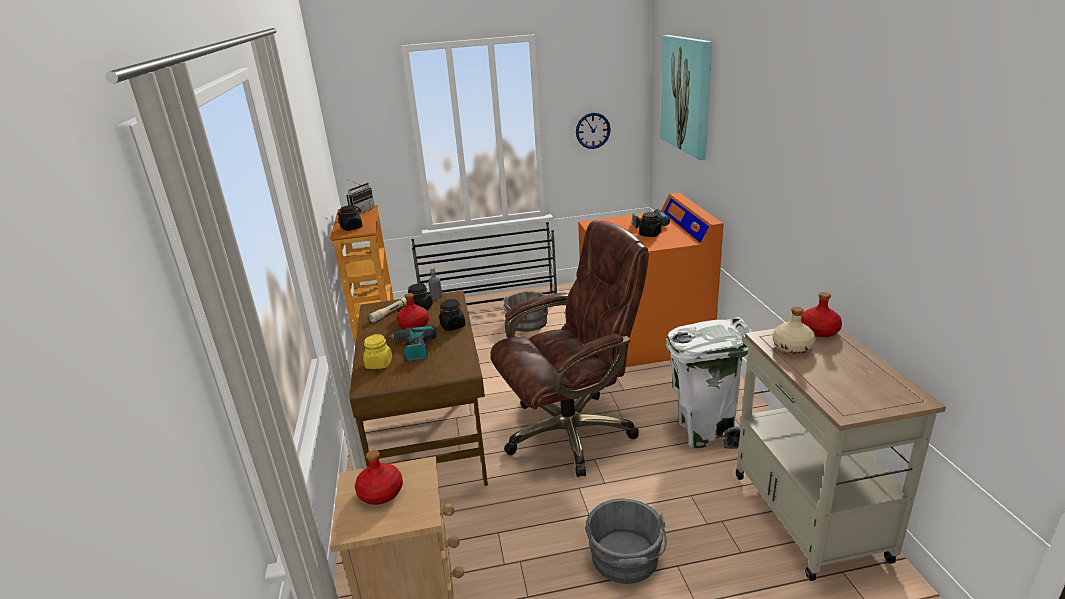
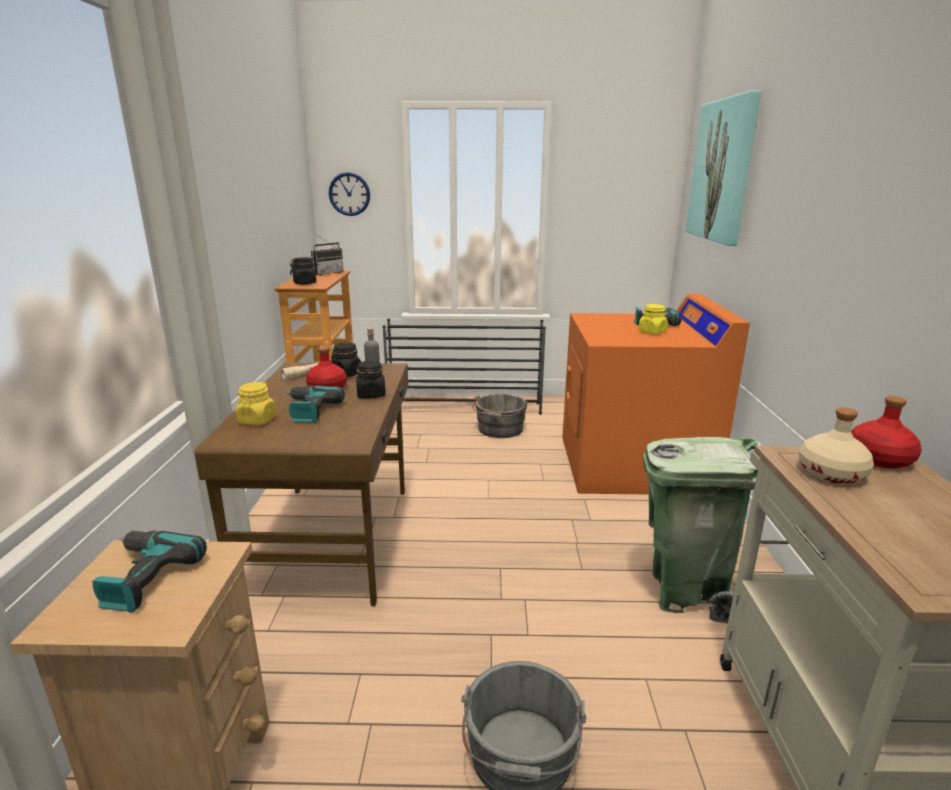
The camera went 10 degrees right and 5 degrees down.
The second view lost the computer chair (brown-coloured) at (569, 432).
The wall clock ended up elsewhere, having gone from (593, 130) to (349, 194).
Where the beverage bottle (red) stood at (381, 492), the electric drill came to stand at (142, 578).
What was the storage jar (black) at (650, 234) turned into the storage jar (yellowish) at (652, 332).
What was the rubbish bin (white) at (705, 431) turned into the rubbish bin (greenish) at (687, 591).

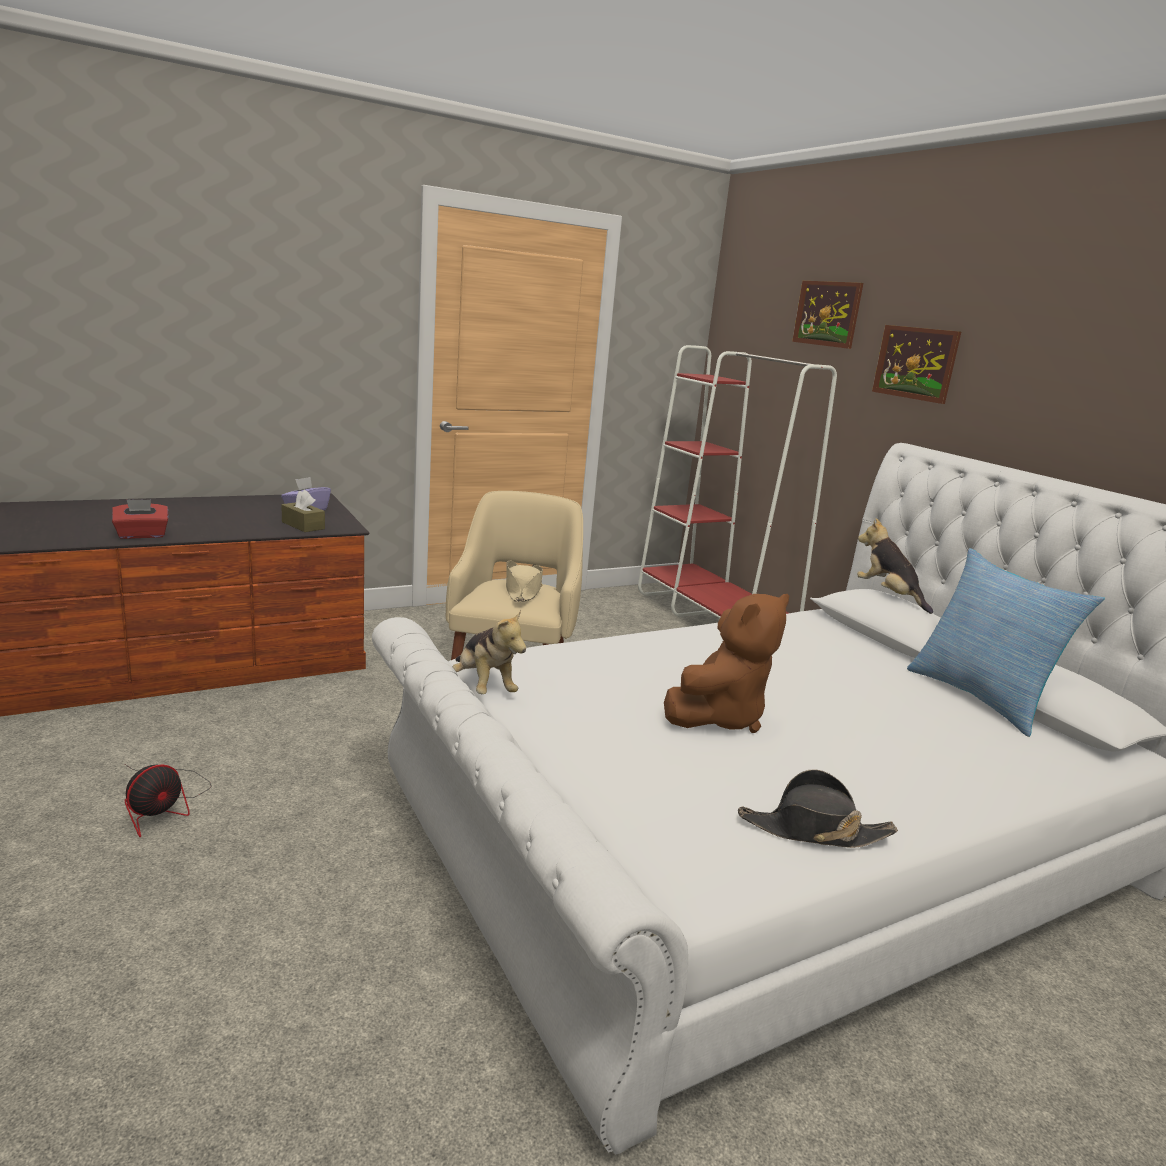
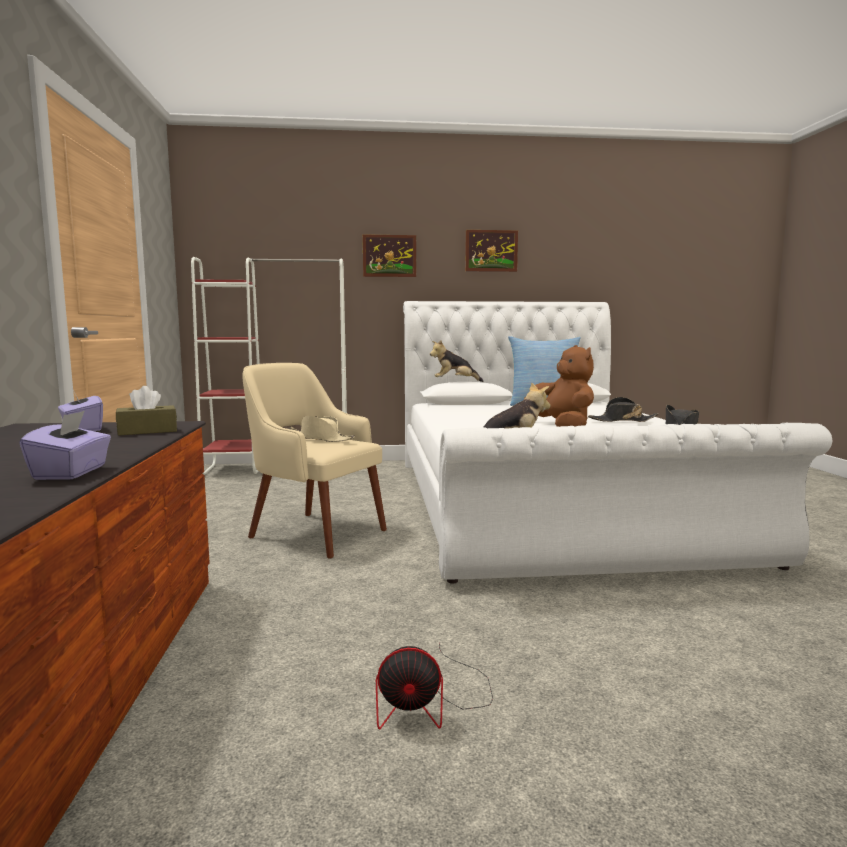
The camera went 65 degrees left and 10 degrees down.
The second view gained the wearable hat (black) at (622, 421).
The wall art ended up elsewhere, having gone from (827, 313) to (491, 251).
What was the tissue box (red) at (142, 535) turned into the tissue box (purple) at (71, 472).
The cooling fan at (164, 805) ended up facing another way, 120 degrees clockwise from before.

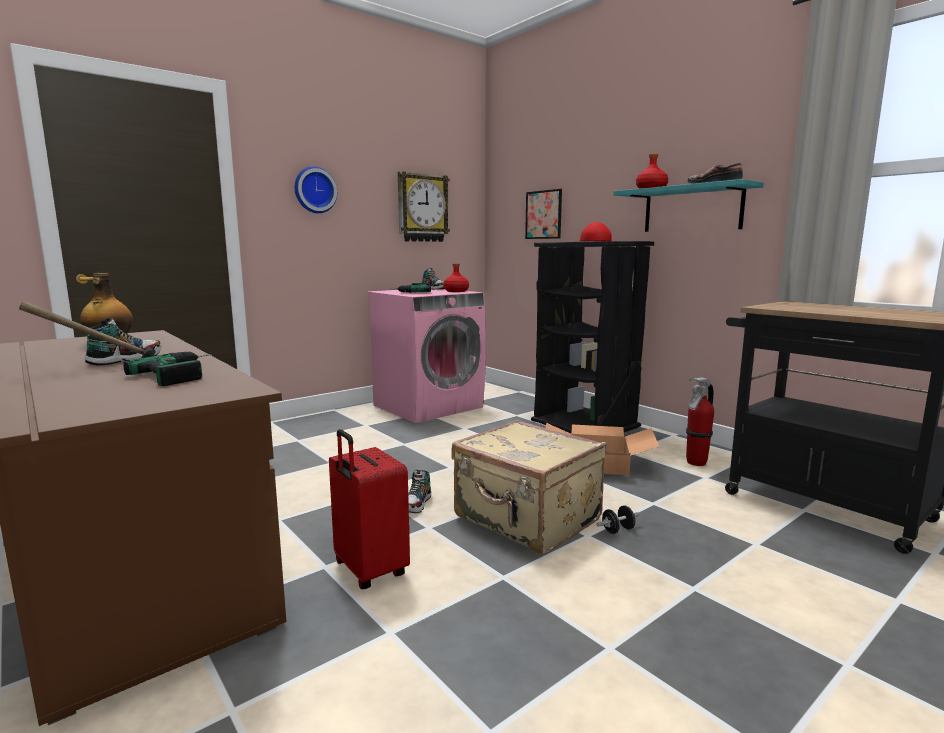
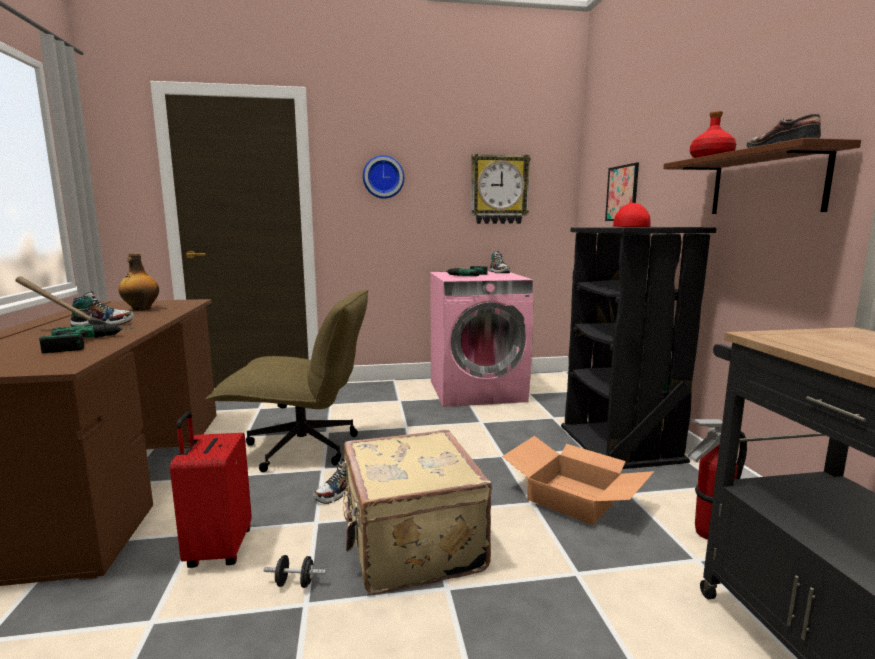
The camera went 30 degrees right and 0 degrees up.
The second view lost the beverage bottle (red) at (456, 291).
The second view gained the computer chair (beige-coloured) at (300, 447).
The dumbbell (black) ended up elsewhere, having gone from (617, 530) to (295, 583).
What was the wall shelf (turquoise) at (692, 209) turned into the wall shelf (brown-coloured) at (766, 183).

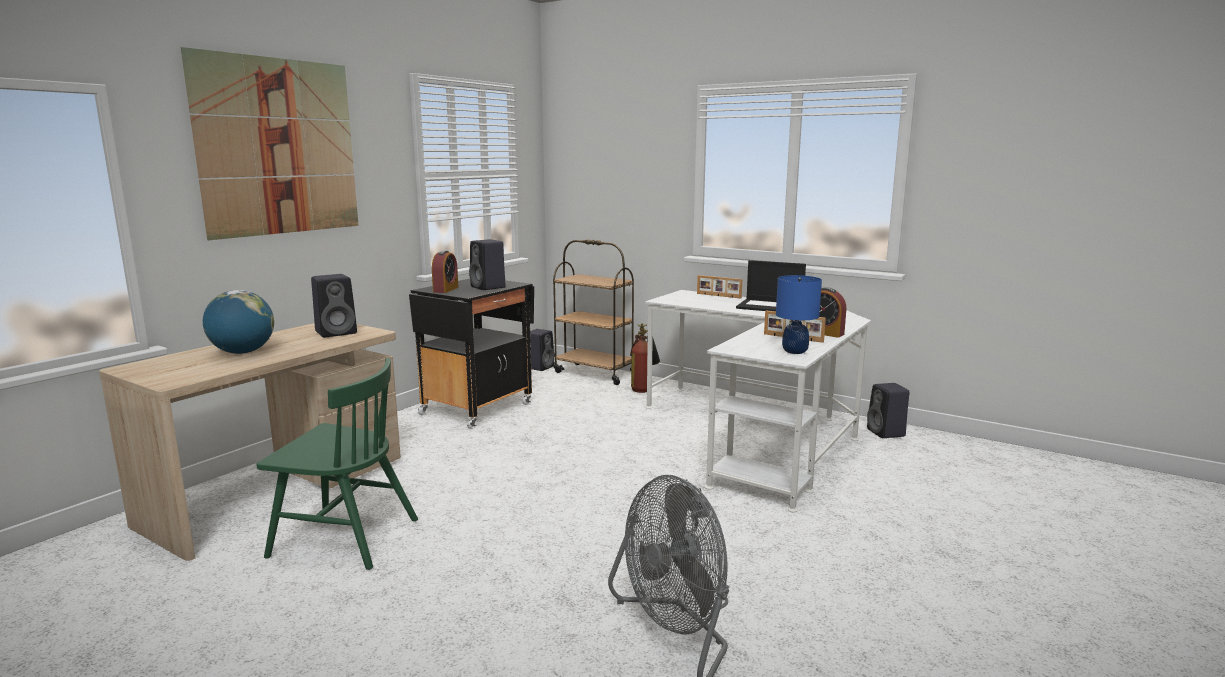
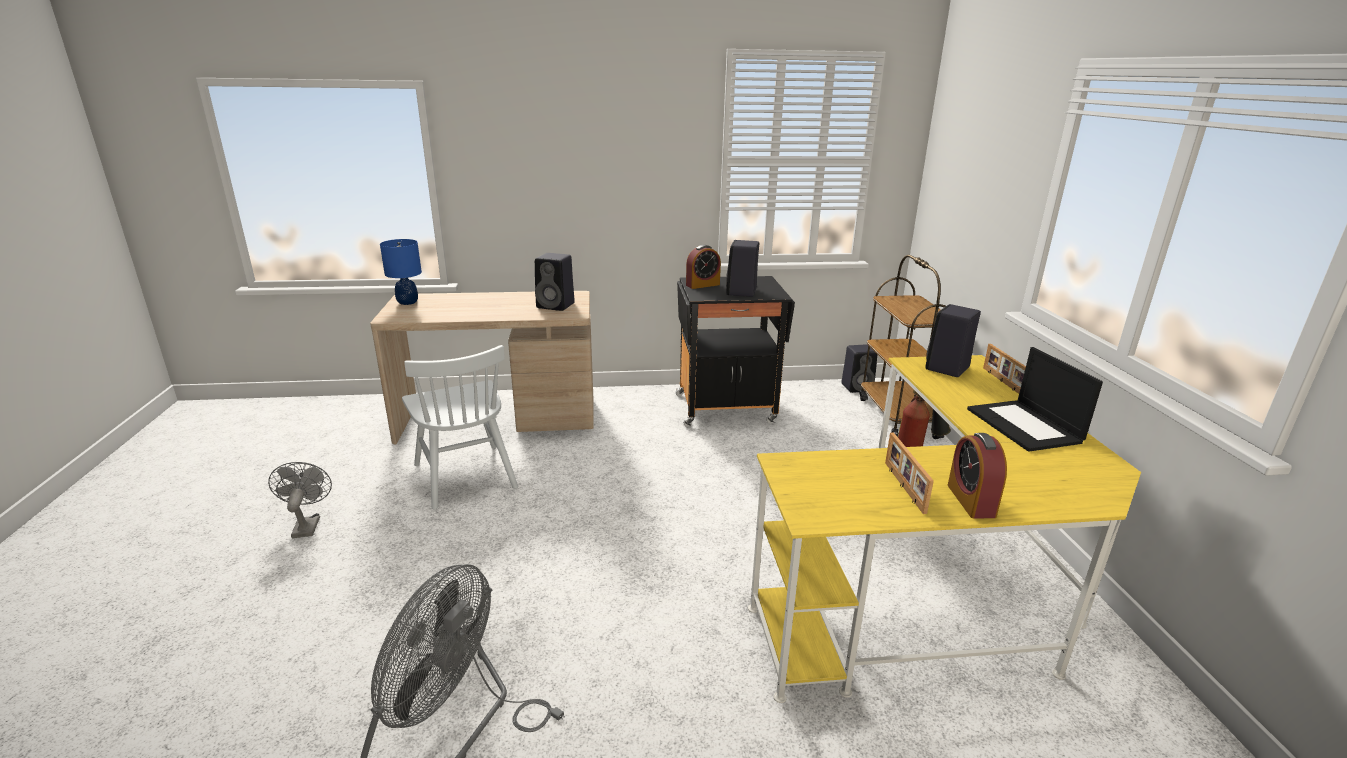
The camera went 50 degrees right and 10 degrees up.
The second view lost the wall art at (279, 147).
The second view lost the globe at (243, 352).
The second view gained the cooling fan (greyish) at (307, 524).
The tabletop lamp (bluish) ended up elsewhere, having gone from (794, 352) to (408, 302).
The speaker (black) ended up elsewhere, having gone from (886, 433) to (947, 369).
What was the chair (greenish) at (344, 537) turned into the chair (white) at (465, 475).
What was the desk table (white) at (759, 435) turned into the desk table (yellowish) at (932, 586).

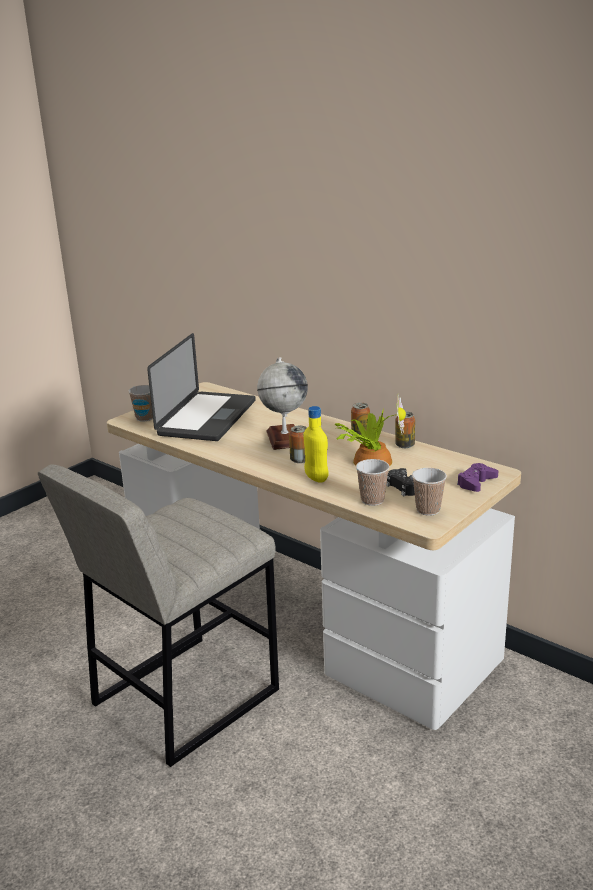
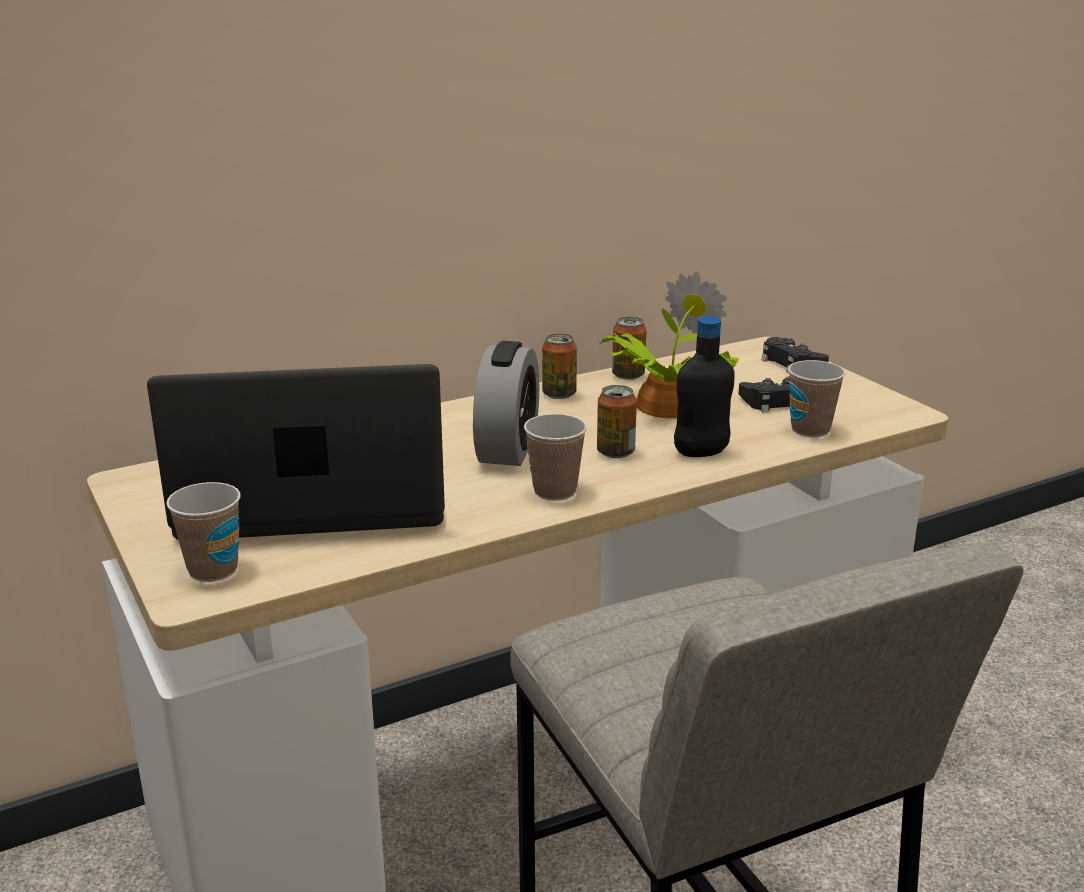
The camera went 70 degrees left and 0 degrees up.
The cup ended up elsewhere, having gone from (428, 510) to (555, 491).
Where the globe stood at (284, 438), the table clock came to stand at (508, 449).
What was the beverage bottle (yellowish) at (316, 478) turned into the beverage bottle (black) at (701, 452).
What was the gamepad (purple) at (476, 483) turned into the gamepad (black) at (791, 363).
The laptop at (207, 418) ended up facing another way, 45 degrees counterclockwise from before.

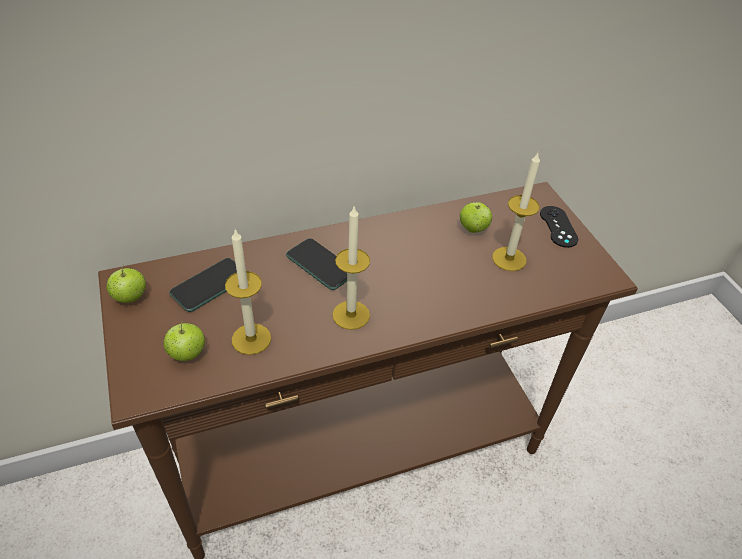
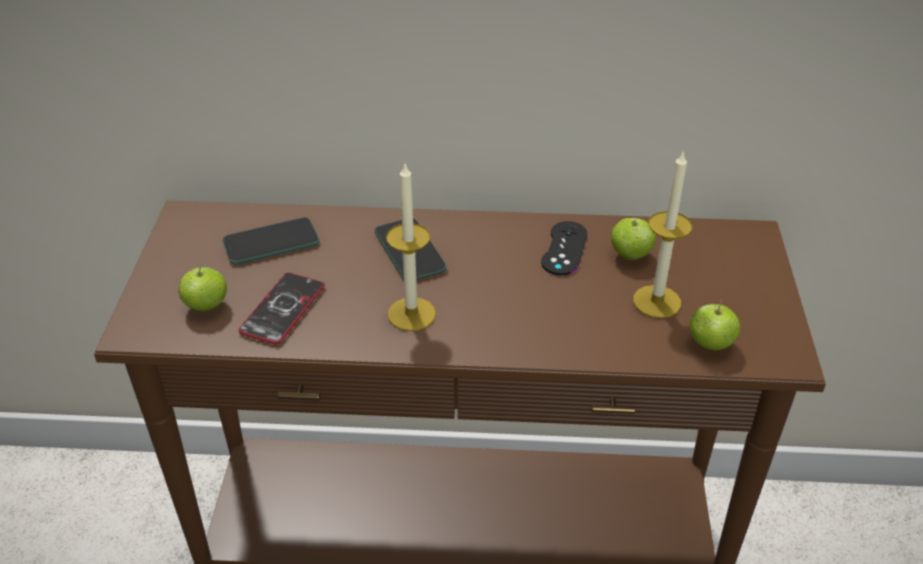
The camera went 25 degrees right and 5 degrees down.
The apple ended up elsewhere, having gone from (130, 297) to (710, 344).
The gamepad (black) ended up elsewhere, having gone from (558, 227) to (564, 248).
Where the wax light stood at (251, 339), the handset came to stand at (283, 309).

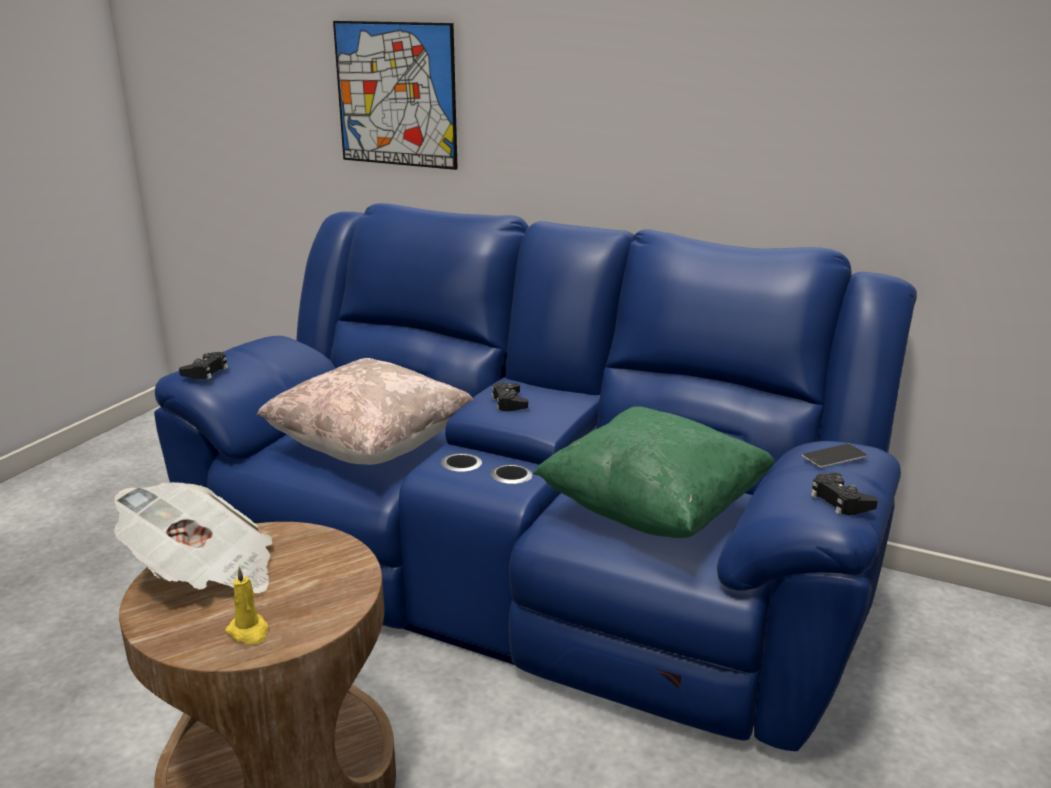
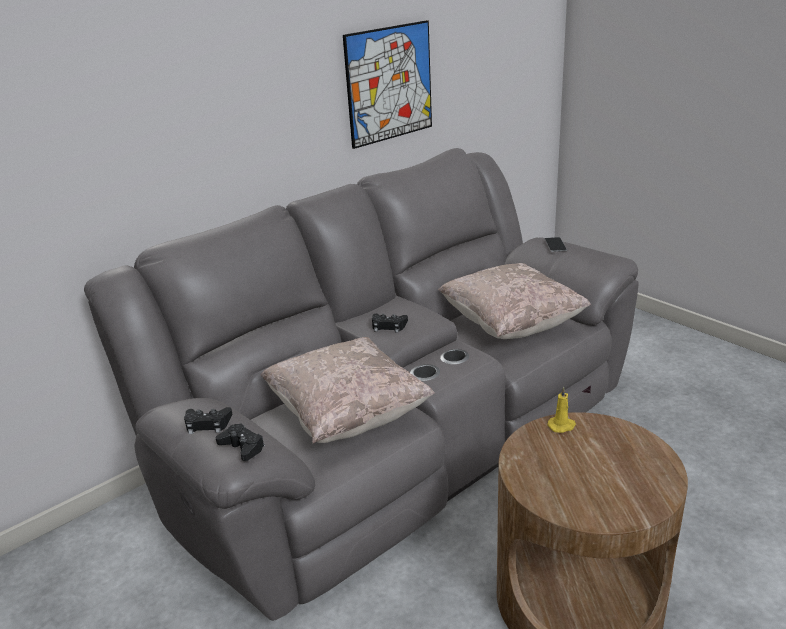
The camera went 65 degrees left and 5 degrees up.
The second view lost the daily paper at (204, 572).
The wax light (yellowish) ended up elsewhere, having gone from (249, 632) to (562, 426).
The wall art ended up elsewhere, having gone from (396, 94) to (389, 83).
The gamepad (black) ended up elsewhere, having gone from (840, 501) to (207, 424).
What was the sofa (bluish) at (525, 573) turned into the sofa (greyish) at (401, 440).
What was the cushion (greenish) at (653, 511) turned into the cushion (beige-coloured) at (511, 325).

